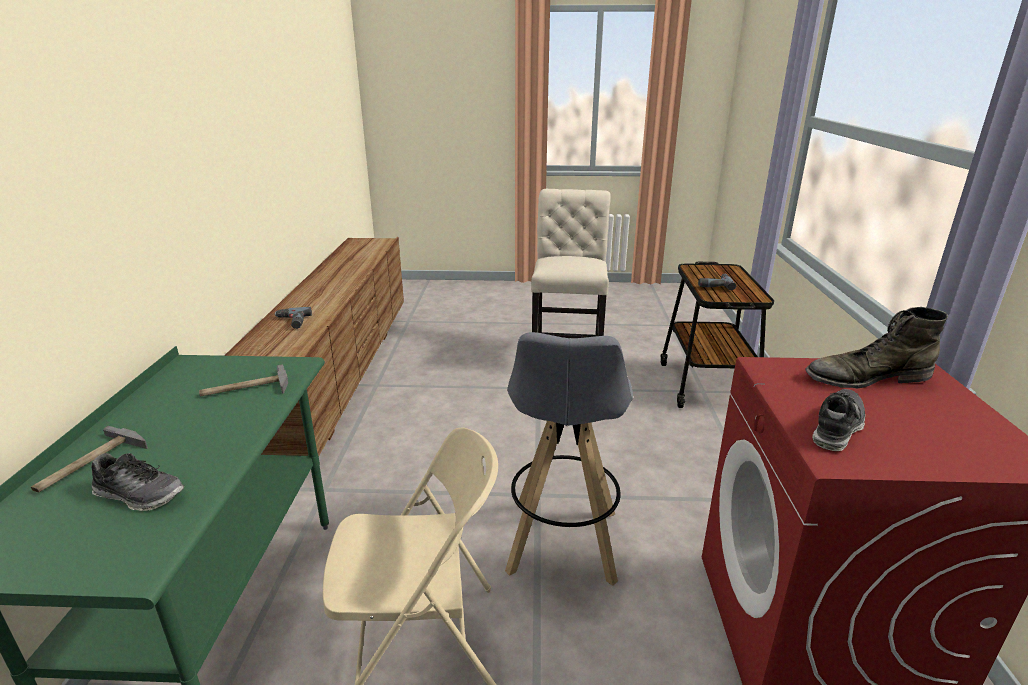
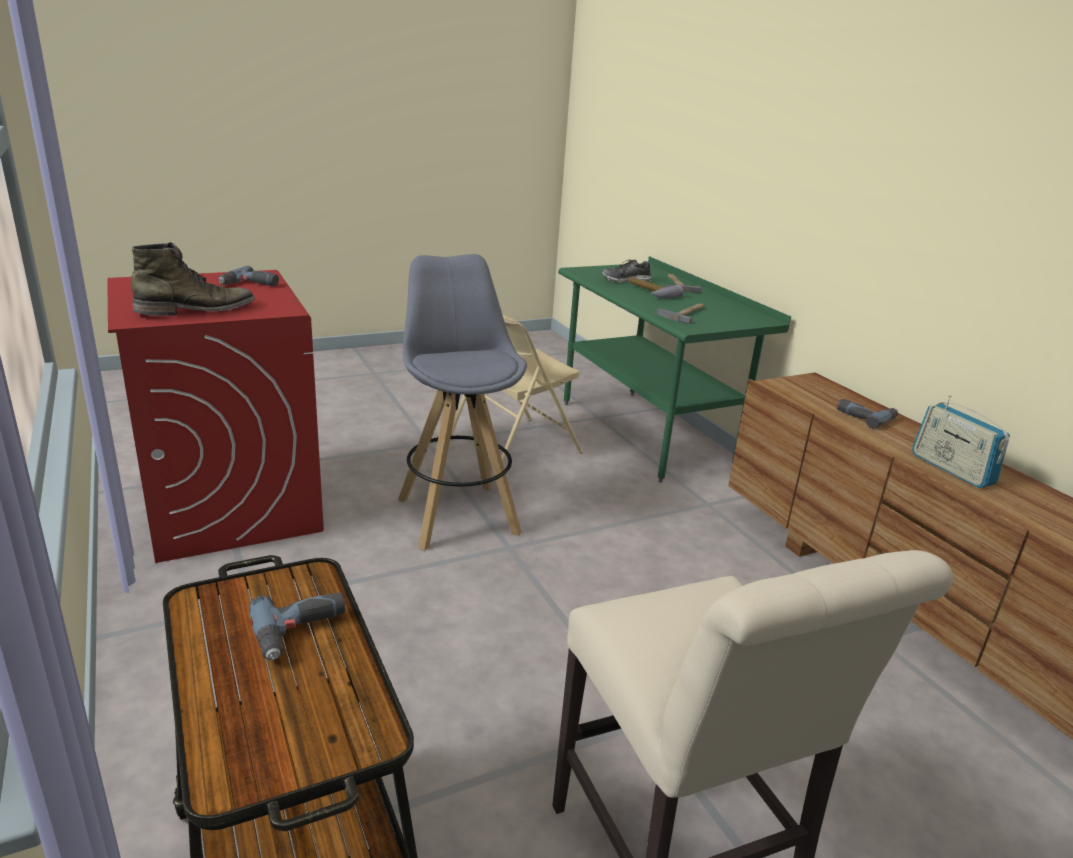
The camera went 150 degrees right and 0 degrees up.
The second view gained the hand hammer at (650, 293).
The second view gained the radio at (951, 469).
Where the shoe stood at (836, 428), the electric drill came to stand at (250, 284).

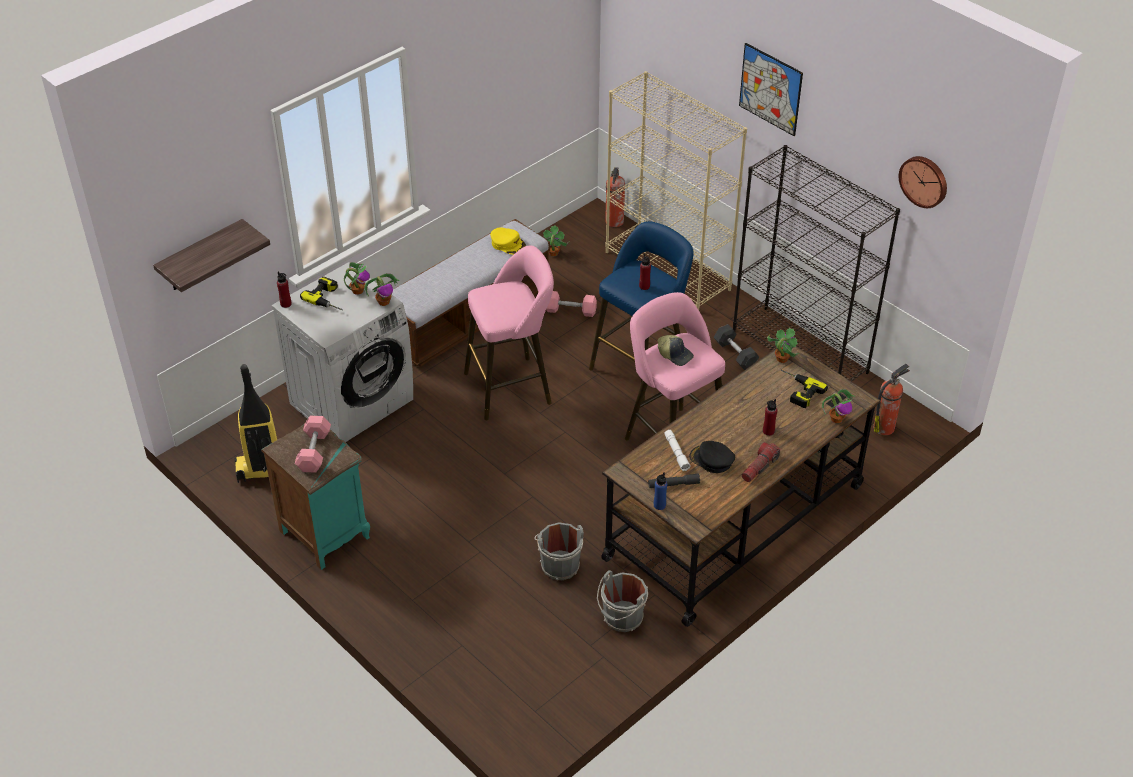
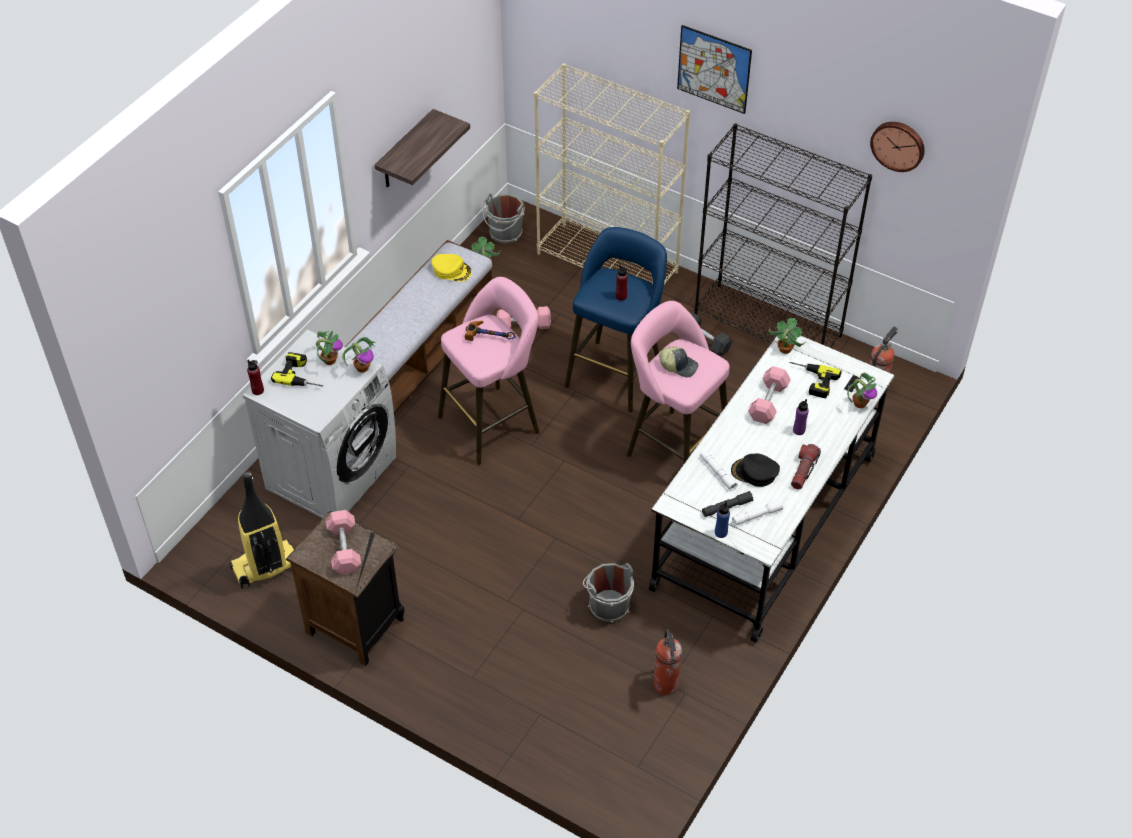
The camera went 15 degrees left and 5 degrees up.
The second view gained the hand hammer at (491, 336).
The second view gained the flashlight (white) at (757, 516).
The second view gained the dumbbell (pinkish) at (768, 402).
The wall shelf ended up elsewhere, having gone from (201, 257) to (405, 151).
The pail (greyish) ended up elsewhere, having gone from (622, 618) to (505, 234).
The fire extinguisher ended up elsewhere, having gone from (614, 222) to (666, 685).
What was the nightstand (turquoise) at (325, 533) turned into the nightstand (black) at (355, 624).
What was the desk table (brown-coloured) at (735, 522) turned into the desk table (white) at (765, 521).
What was the beverage bottle (red) at (768, 431) turned into the beverage bottle (purple) at (798, 430).

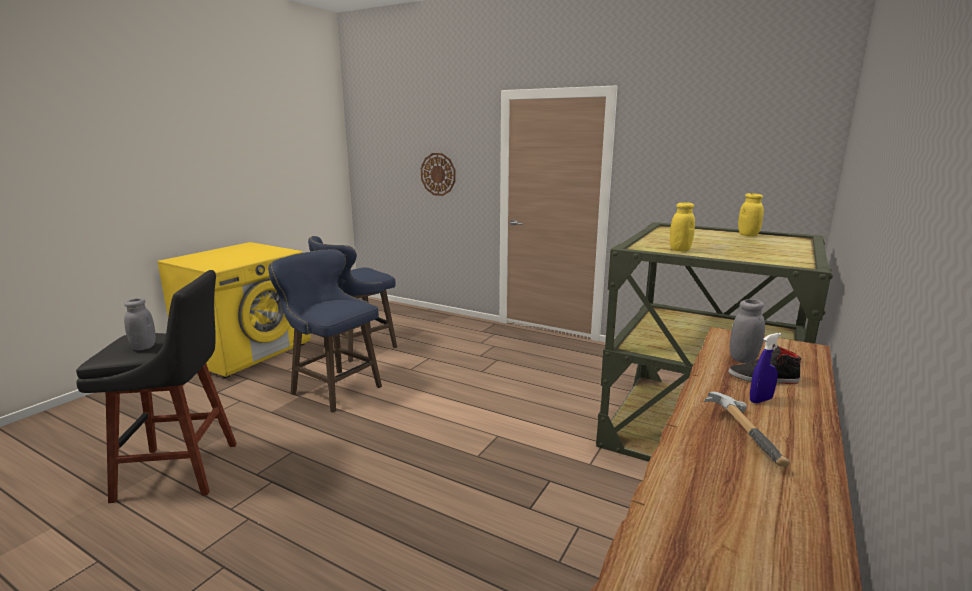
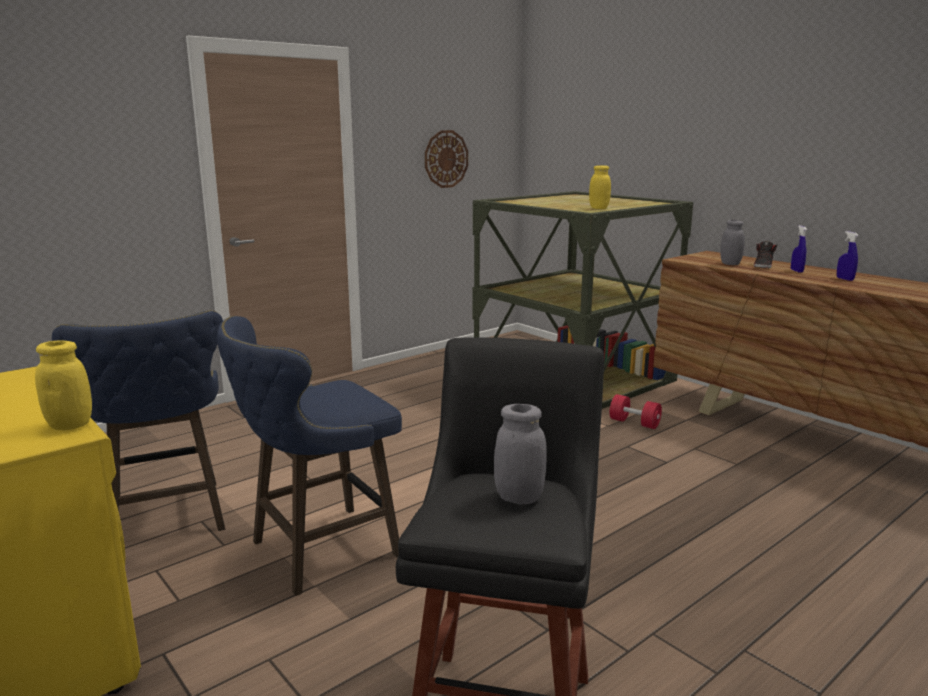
The camera went 70 degrees left and 0 degrees up.
The second view gained the dumbbell (red) at (634, 423).
The wall clock ended up elsewhere, having gone from (438, 174) to (446, 159).
The storage jar (yellowish) ended up elsewhere, having gone from (748, 235) to (70, 425).
Where the hand hammer stood at (748, 435), the sprayer (bluish) came to stand at (844, 279).

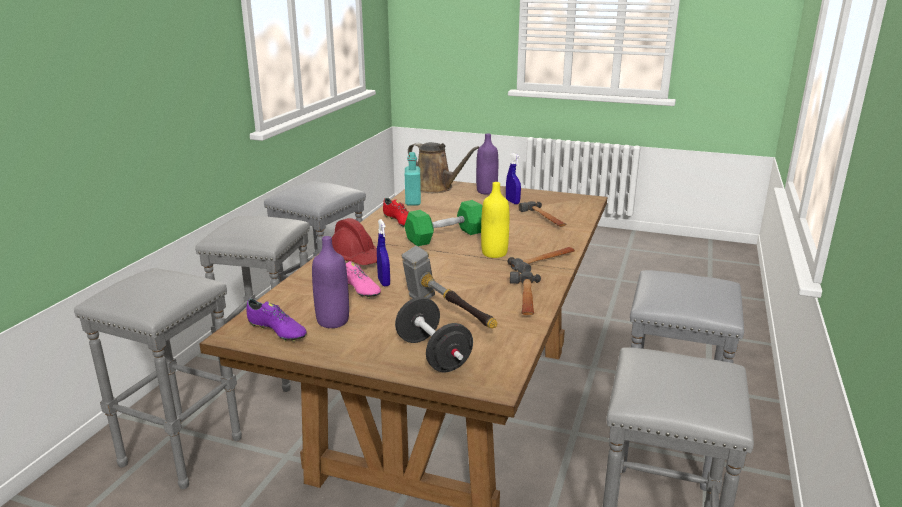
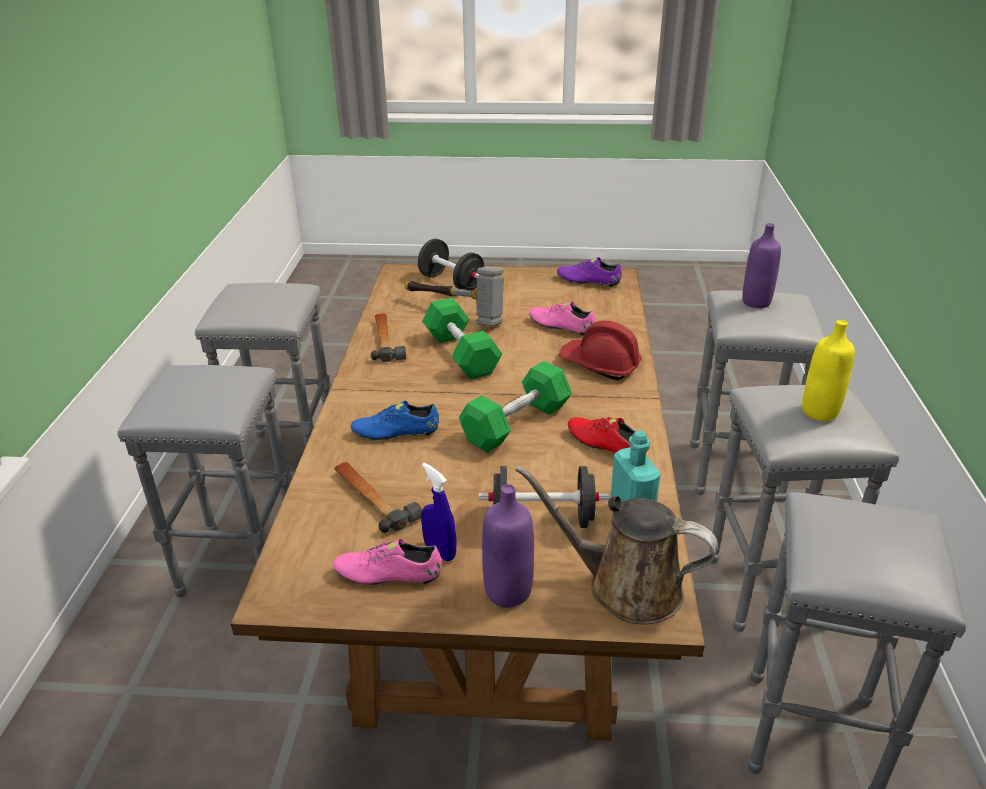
The camera went 165 degrees right and 10 degrees up.
The second view lost the sprayer (bluish) at (384, 282).
The second view lost the hand hammer at (543, 262).
The second view gained the shoe (pinkish) at (388, 575).
The second view gained the shoe (bluish) at (395, 433).
The second view gained the dumbbell (greenish) at (461, 354).
The second view gained the dumbbell (black) at (542, 520).
The beverage bottle (purple) ended up elsewhere, having gone from (333, 321) to (756, 302).
The beverage bottle (yellowish) ended up elsewhere, having gone from (494, 253) to (819, 412).

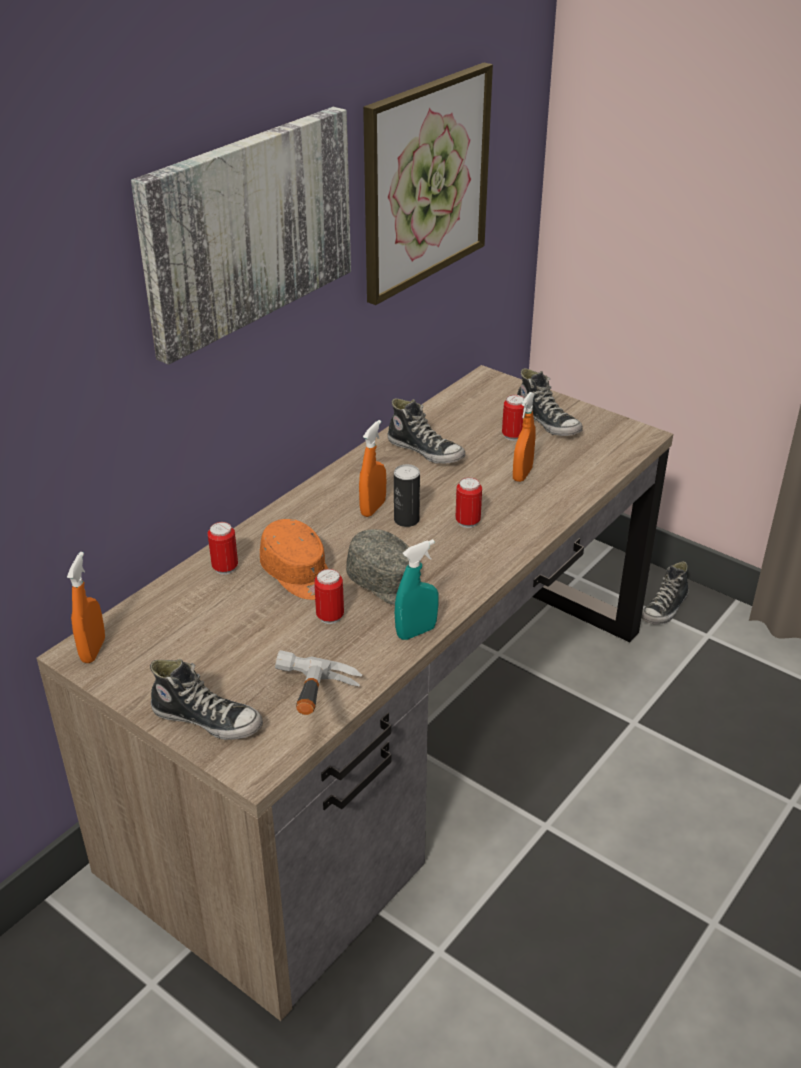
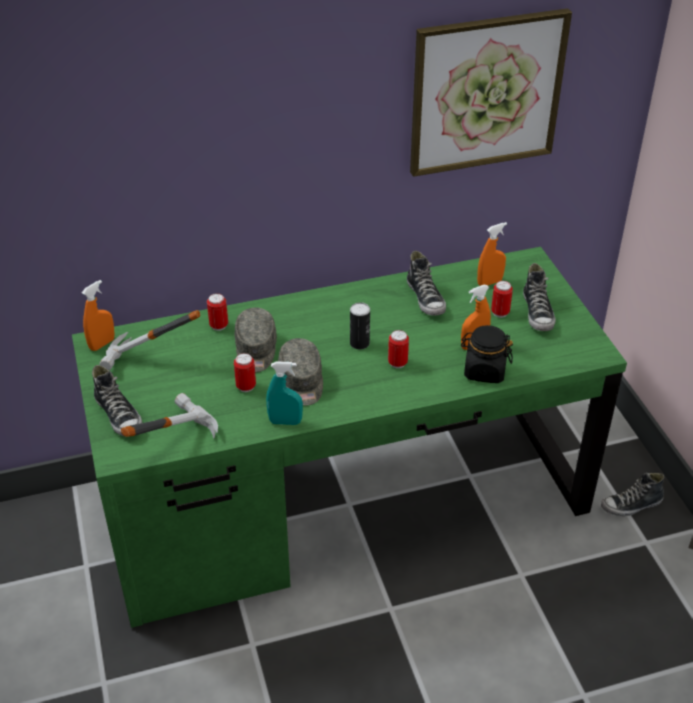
The camera went 35 degrees right and 5 degrees up.
The second view lost the wall art at (247, 229).
The second view gained the hand hammer at (149, 365).
The second view gained the storage jar (black) at (484, 371).
The sprayer (orange) ended up elsewhere, having gone from (373, 508) to (489, 282).
What was the desk table (brown-coloured) at (396, 741) turned into the desk table (greenish) at (345, 500).
What was the baseball cap (orange) at (298, 574) turned into the baseball cap (greyish) at (256, 350).

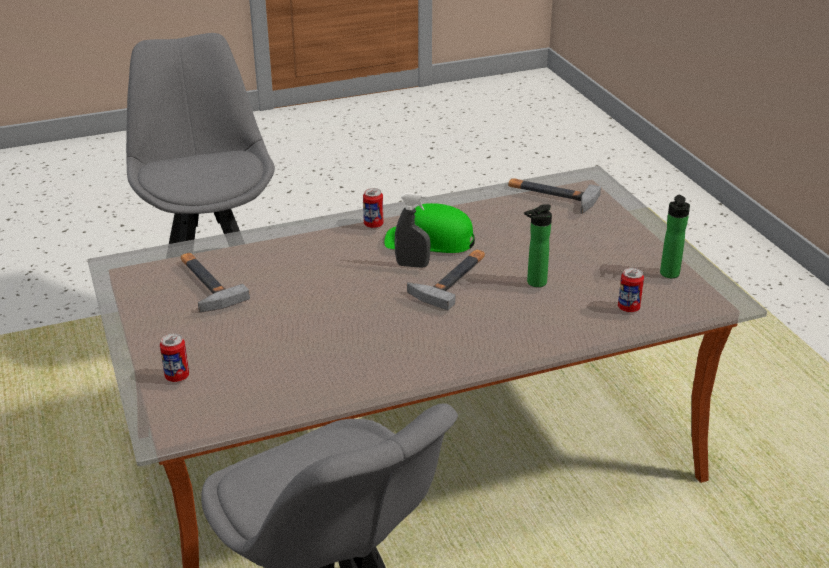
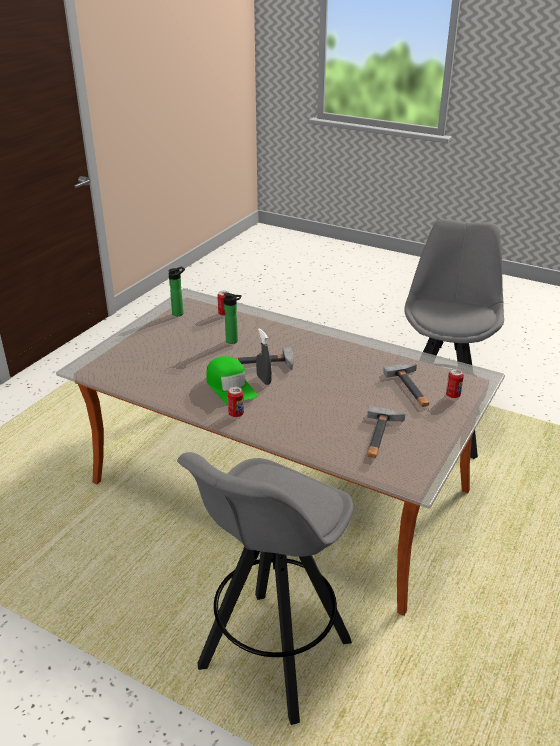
The camera went 130 degrees left and 0 degrees up.
The hand hammer ended up elsewhere, having gone from (550, 196) to (412, 388).

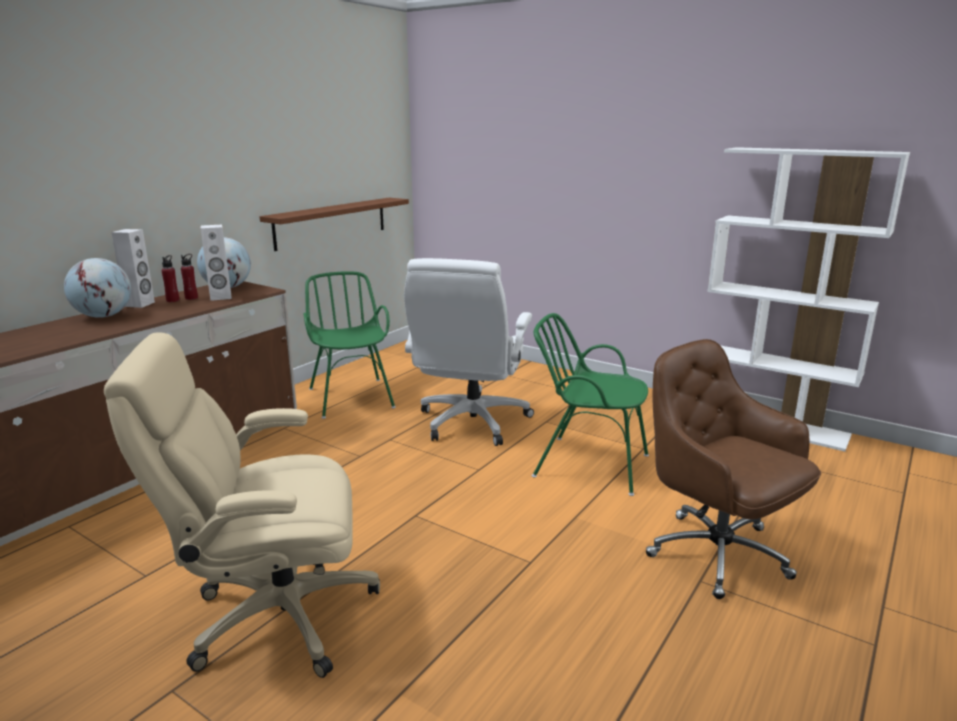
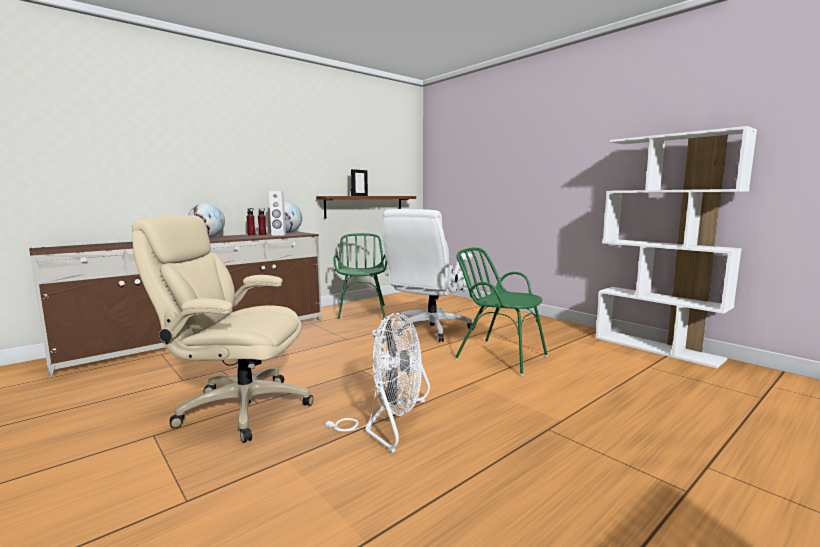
The camera went 15 degrees right and 10 degrees down.
The second view lost the speaker (white) at (140, 304).
The second view lost the computer chair (brown-coloured) at (718, 553).
The second view gained the cooling fan (white) at (388, 422).
The second view gained the standing frame at (359, 195).

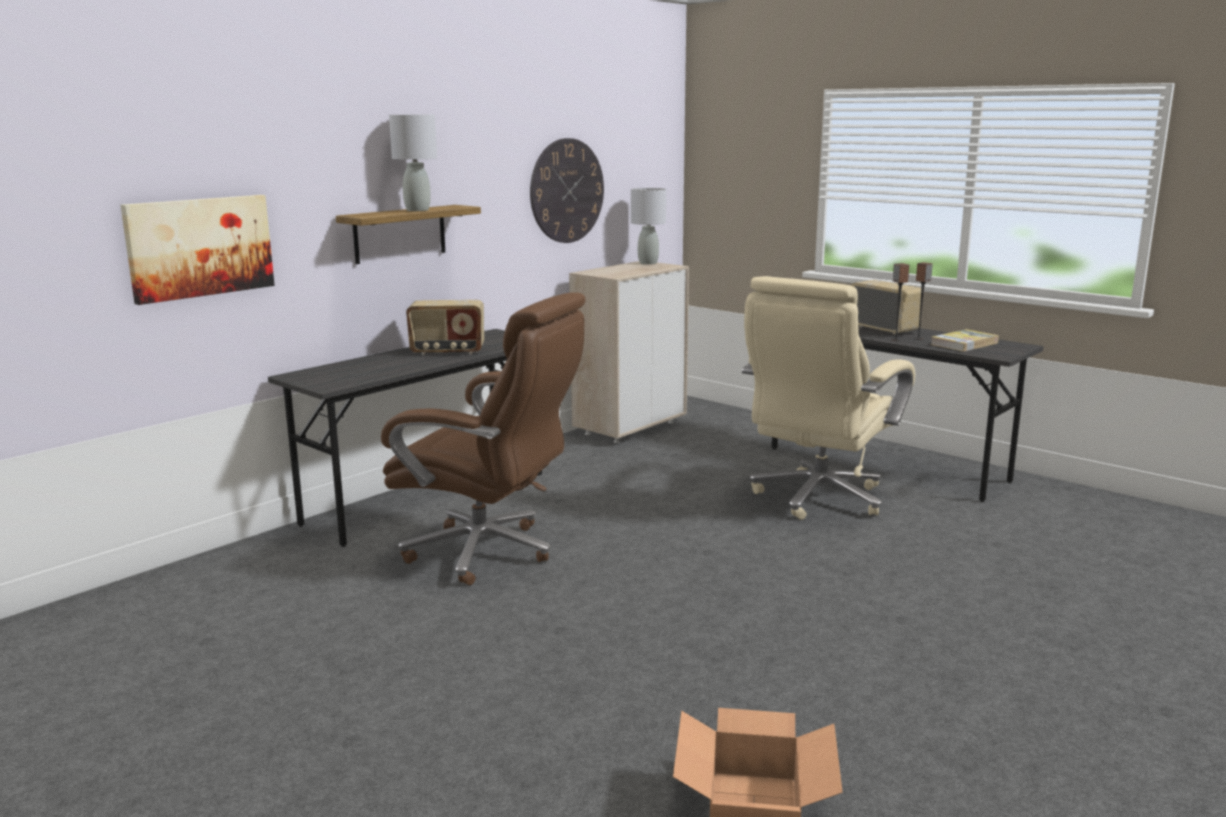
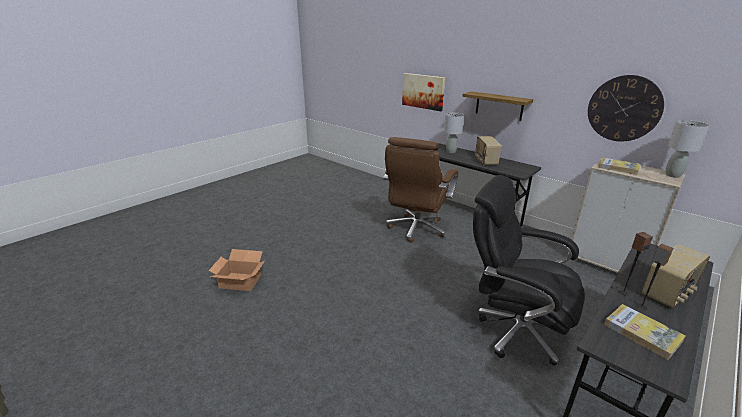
The camera went 90 degrees right and 10 degrees up.
The second view gained the volume at (618, 168).
The tabletop lamp (greyish) ended up elsewhere, having gone from (418, 210) to (451, 151).
What was the computer chair (beige-coloured) at (816, 501) turned into the computer chair (black) at (514, 331).

